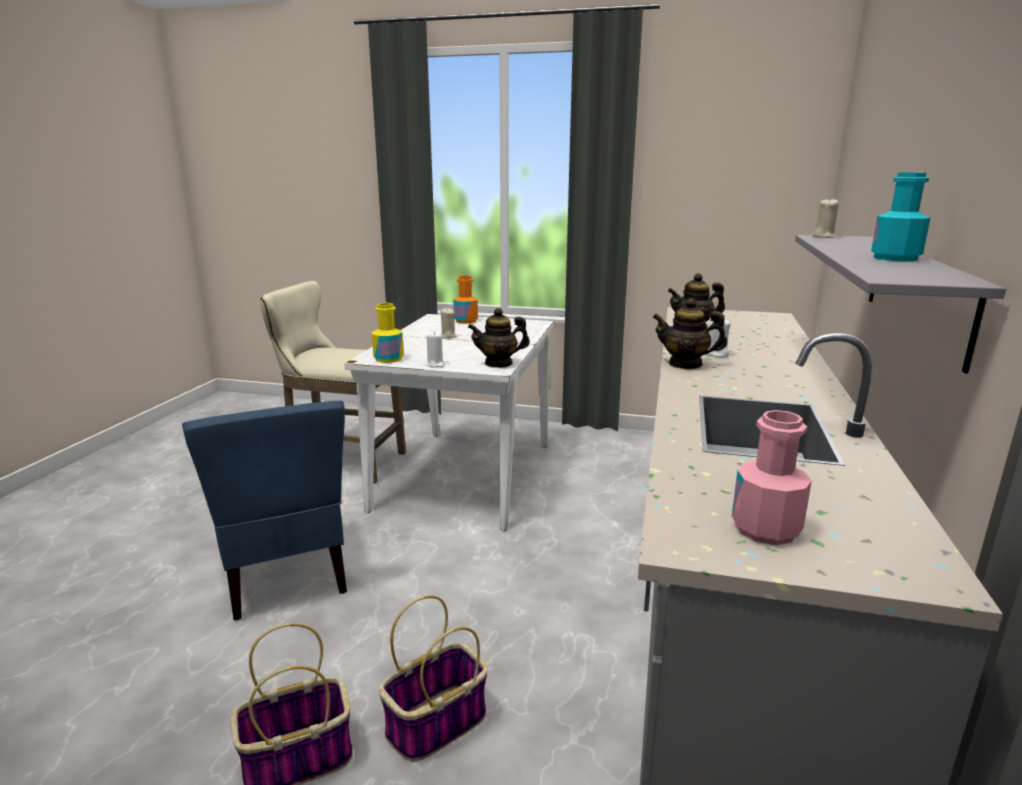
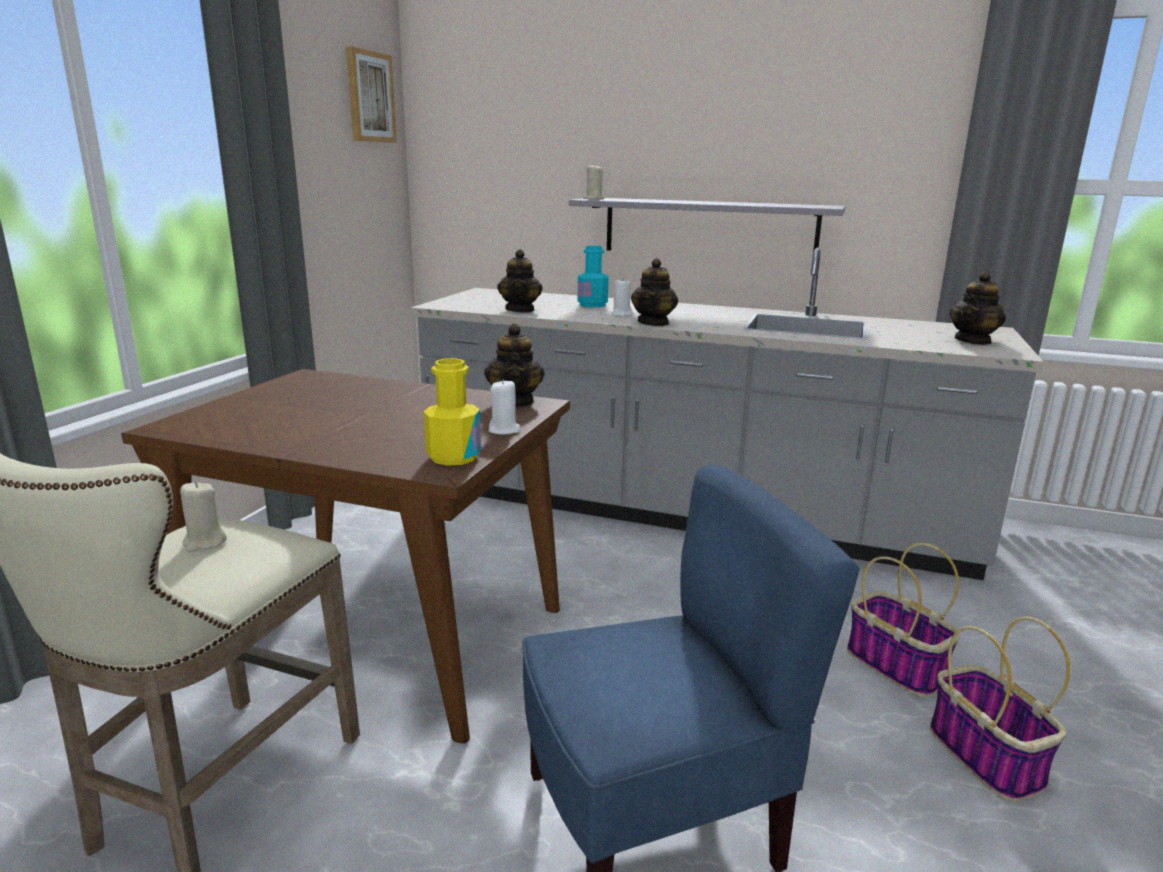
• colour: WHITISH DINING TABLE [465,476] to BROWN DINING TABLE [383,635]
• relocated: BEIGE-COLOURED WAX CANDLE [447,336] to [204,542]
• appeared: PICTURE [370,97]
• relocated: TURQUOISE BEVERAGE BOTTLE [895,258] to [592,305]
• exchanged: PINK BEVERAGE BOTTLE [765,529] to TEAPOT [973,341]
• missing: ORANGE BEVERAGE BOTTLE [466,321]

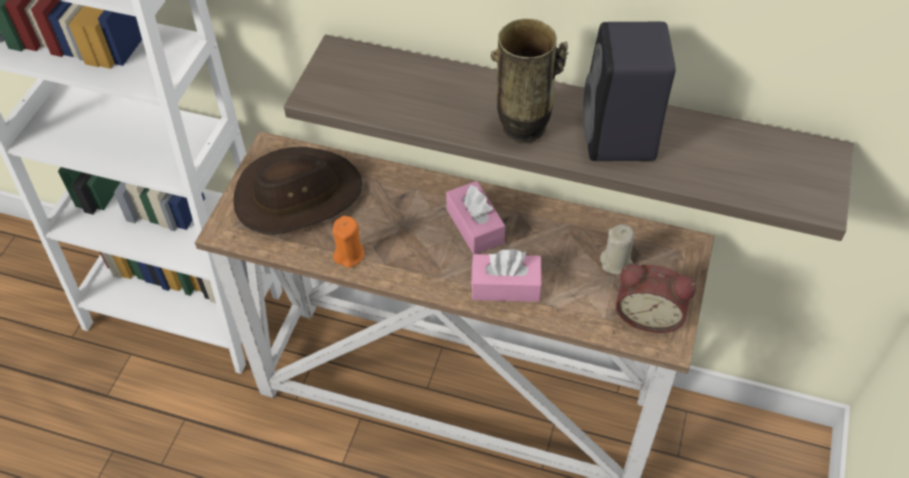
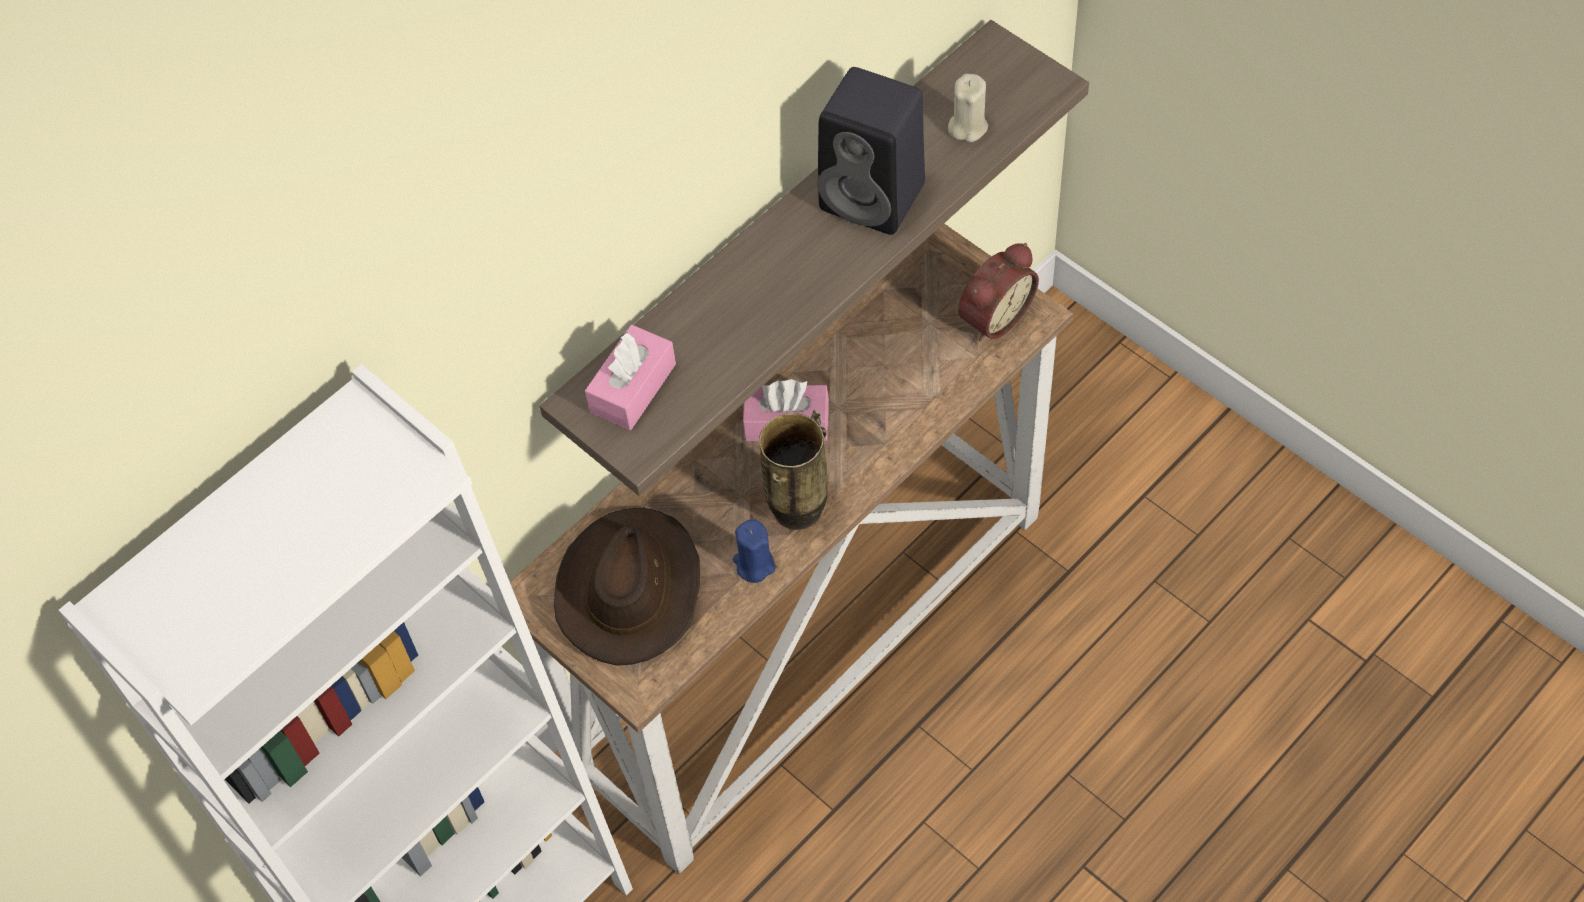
• relocated: PINK TISSUE HOLDER [506,286] to [633,388]
• colour: ORANGE WAX CANDLE [349,254] to BLUISH WAX CANDLE [754,564]
• relocated: DECORATIVE VASE [523,129] to [798,510]
• relocated: BEIGE-COLOURED WAX CANDLE [616,262] to [967,126]

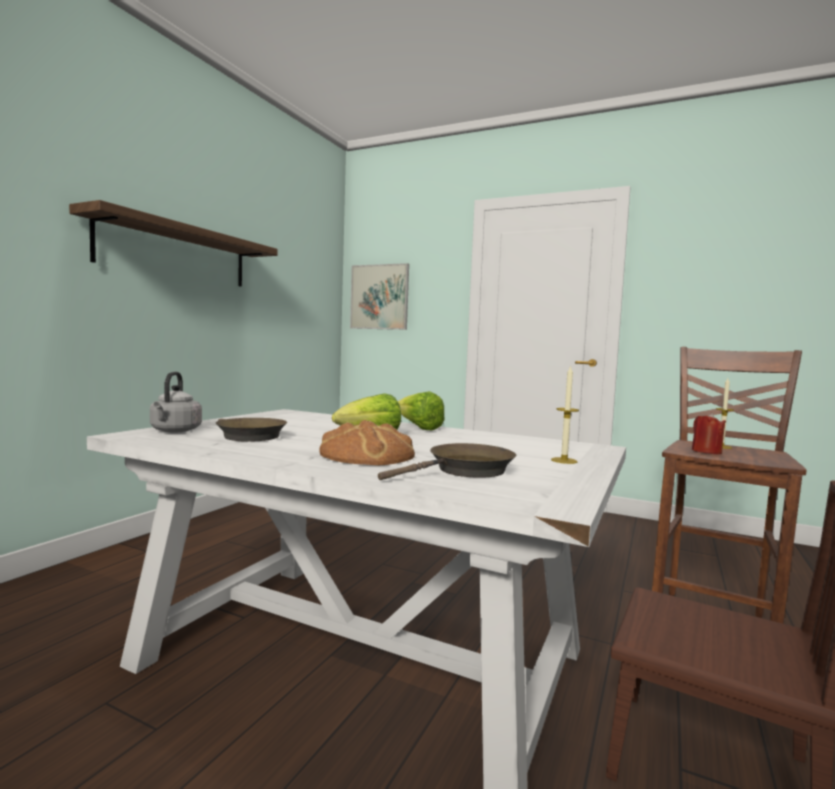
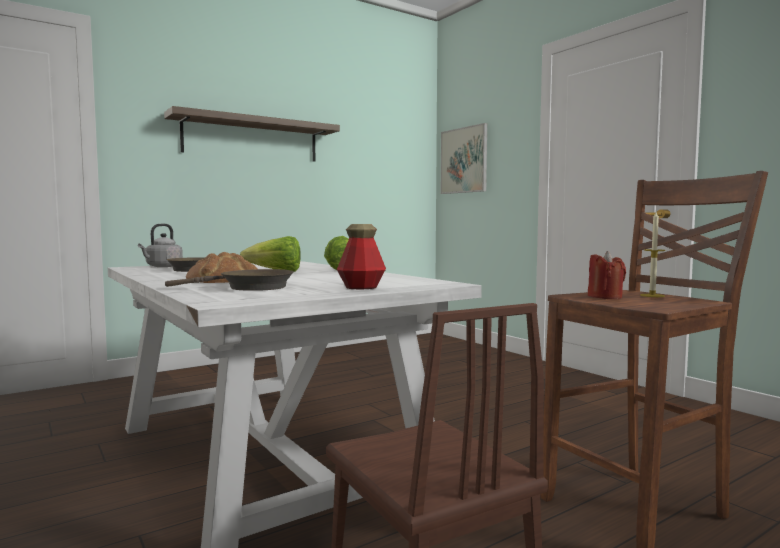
• exchanged: WAX CANDLE [564,460] to BEVERAGE BOTTLE [361,287]

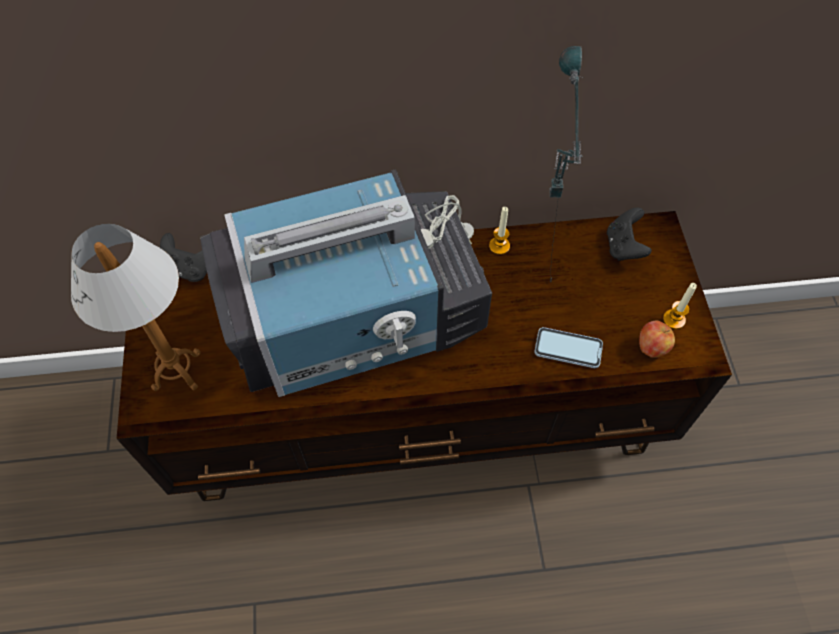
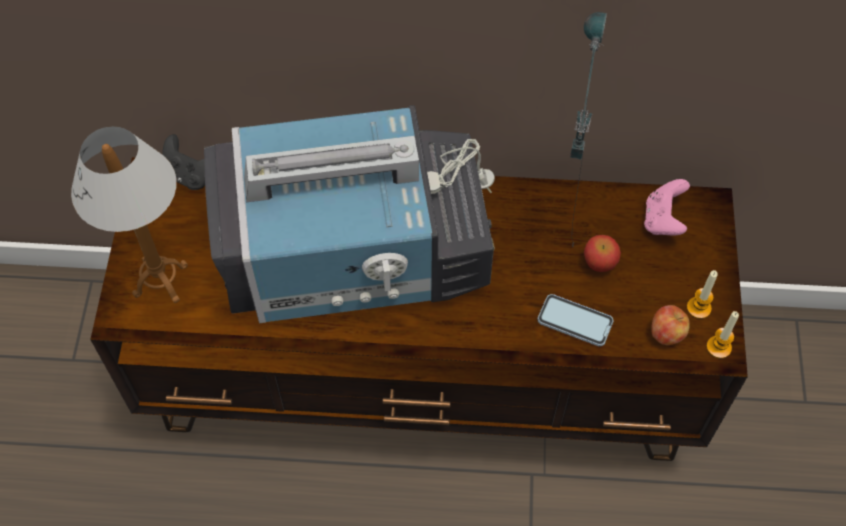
• appeared: APPLE FRUIT [599,263]
• colour: BLACK GAME CONTROLLER [623,247] to PINK GAME CONTROLLER [663,220]
• relocated: WAX CANDLE [499,246] to [718,347]

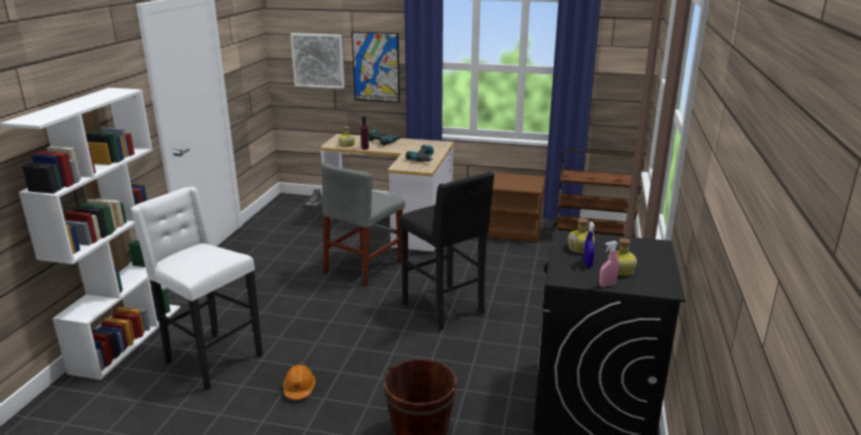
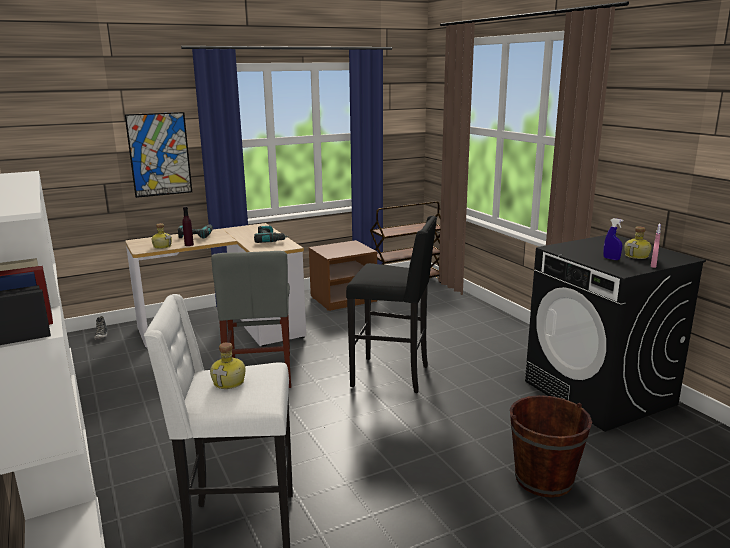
• relocated: BEVERAGE BOTTLE [581,248] to [230,382]
• missing: ORANGE SAFETY HELMET [299,388]
• missing: PICTURE [318,60]

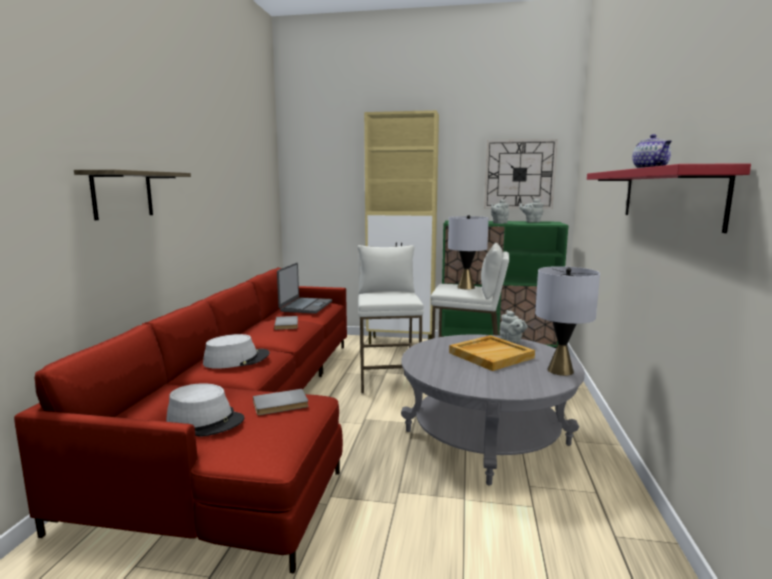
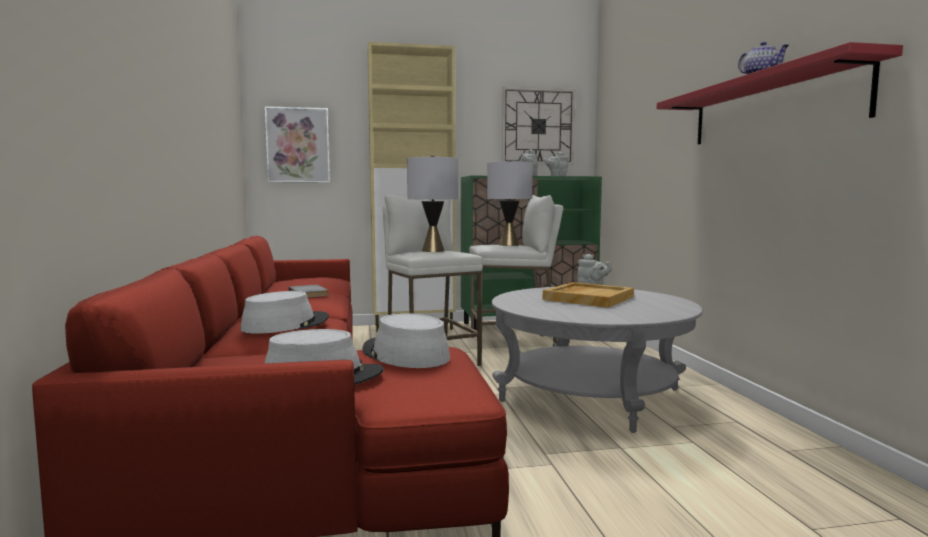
• appeared: PICTURE [298,145]
• exchanged: GREY BOOK [281,405] to GREY CLOTHING HAT [405,354]
• relocated: GREY LAMP FOR A TABLE [560,370] to [433,250]
• missing: SHELF [122,194]
• missing: LAPTOP [305,306]

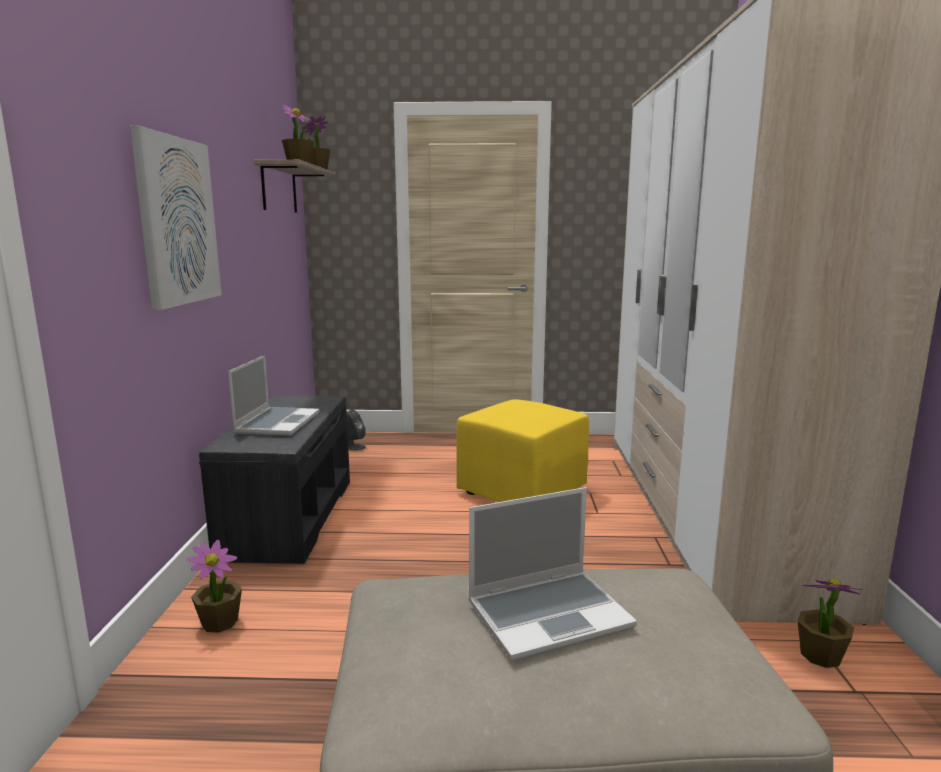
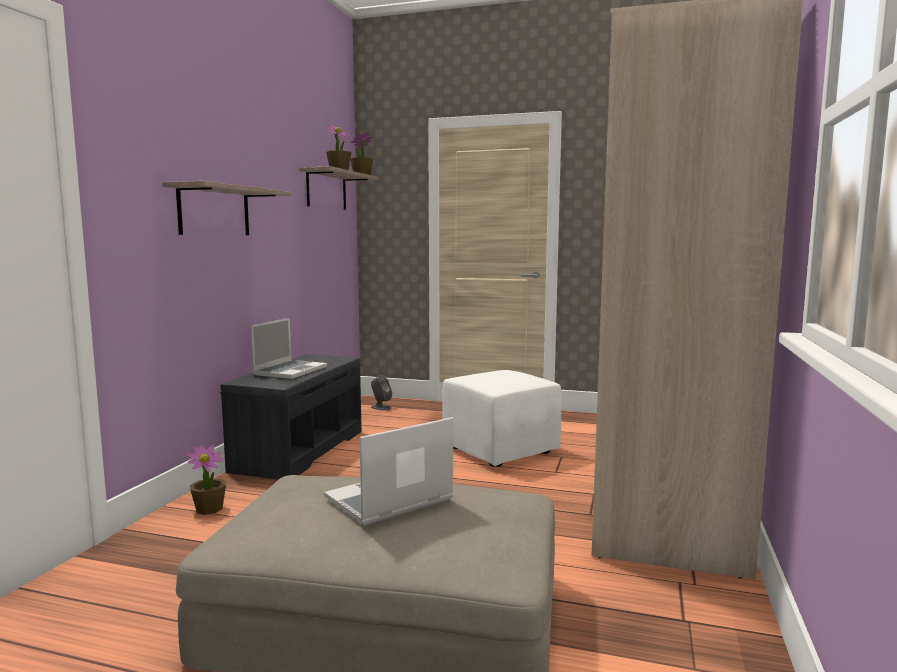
• exchanged: PICTURE [176,221] to SHELF [214,211]
• spun: LAPTOP [550,614] = [389,500] 150 degrees clockwise
• colour: YELLOW POUFFE [522,491] to WHITISH POUFFE [500,450]
• missing: PLANT IN A POT [820,656]

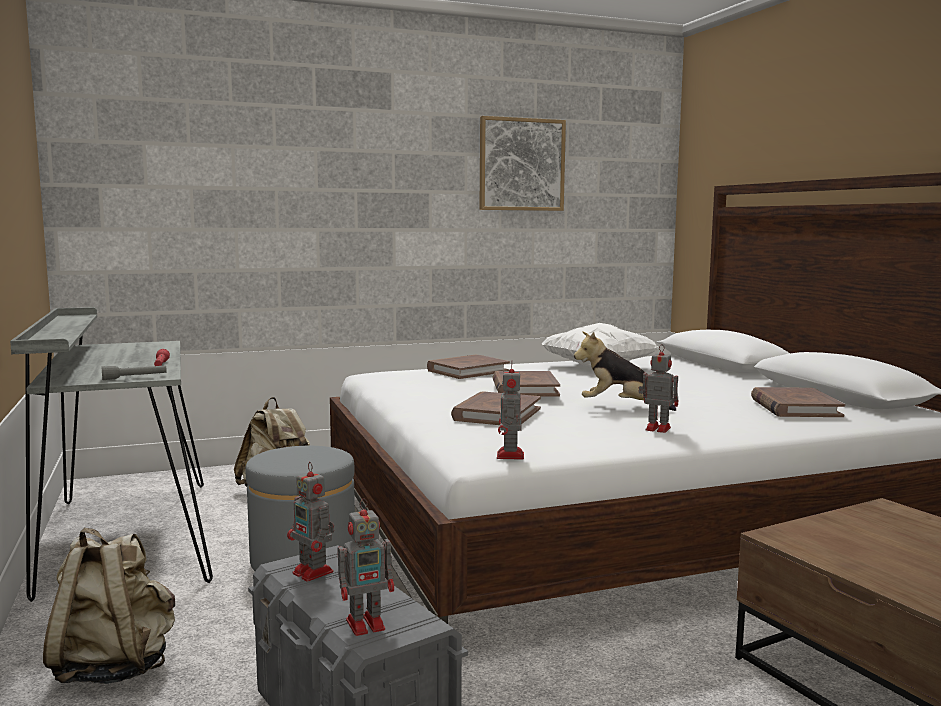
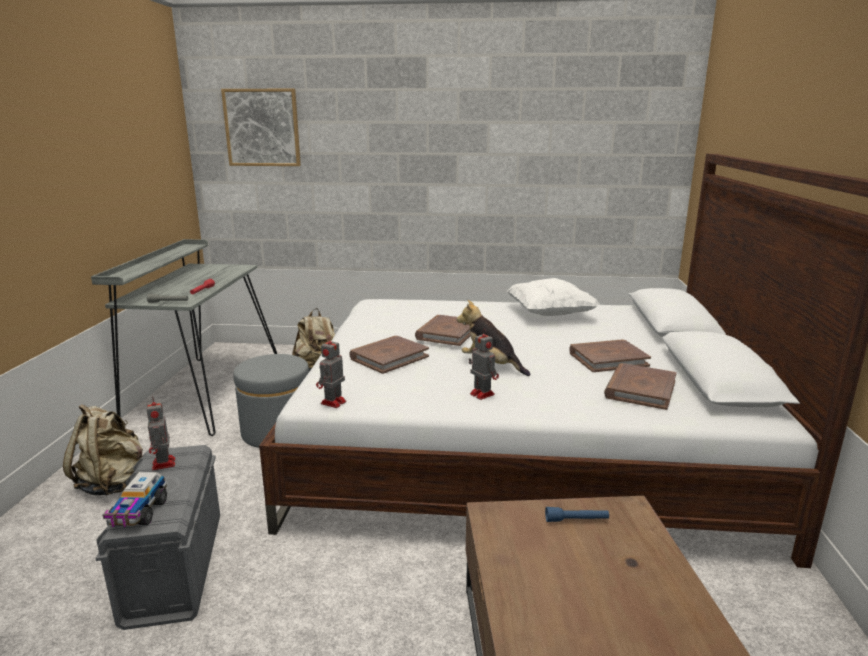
• exchanged: ROBOT FIGURE [367,624] to TOY TRUCK [138,513]
• relocated: PICTURE [521,164] to [262,128]
• appeared: BLUISH FLASHLIGHT [576,520]
• relocated: BROWN BOOK [468,371] to [608,359]

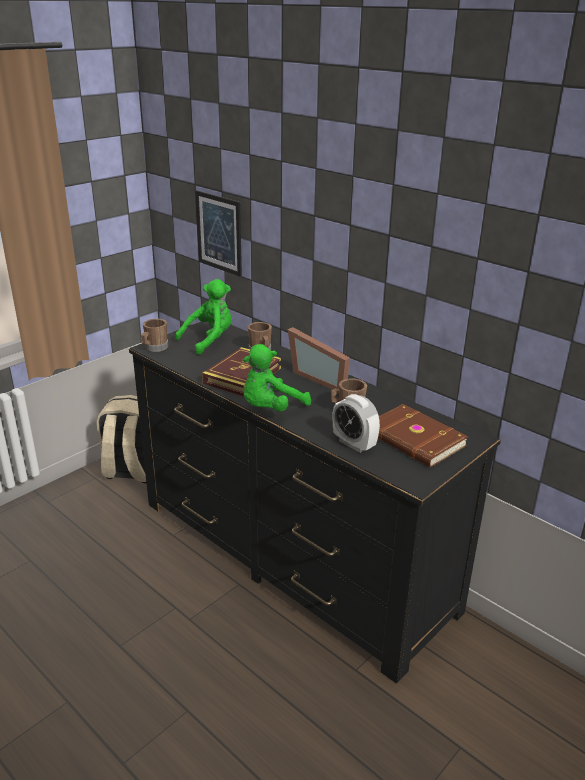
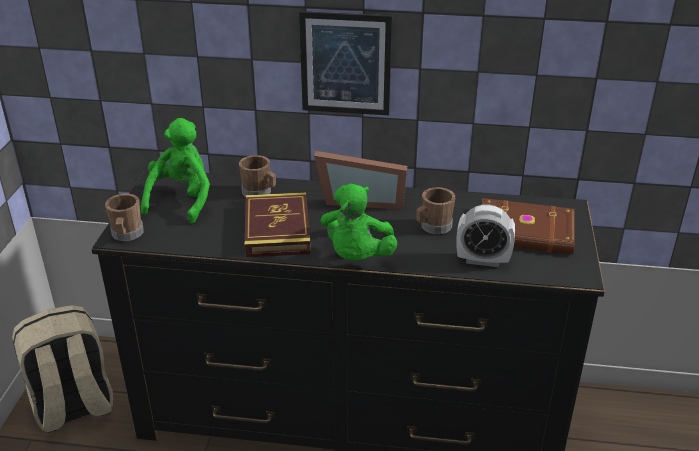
• relocated: PICTURE [219,233] to [345,64]

